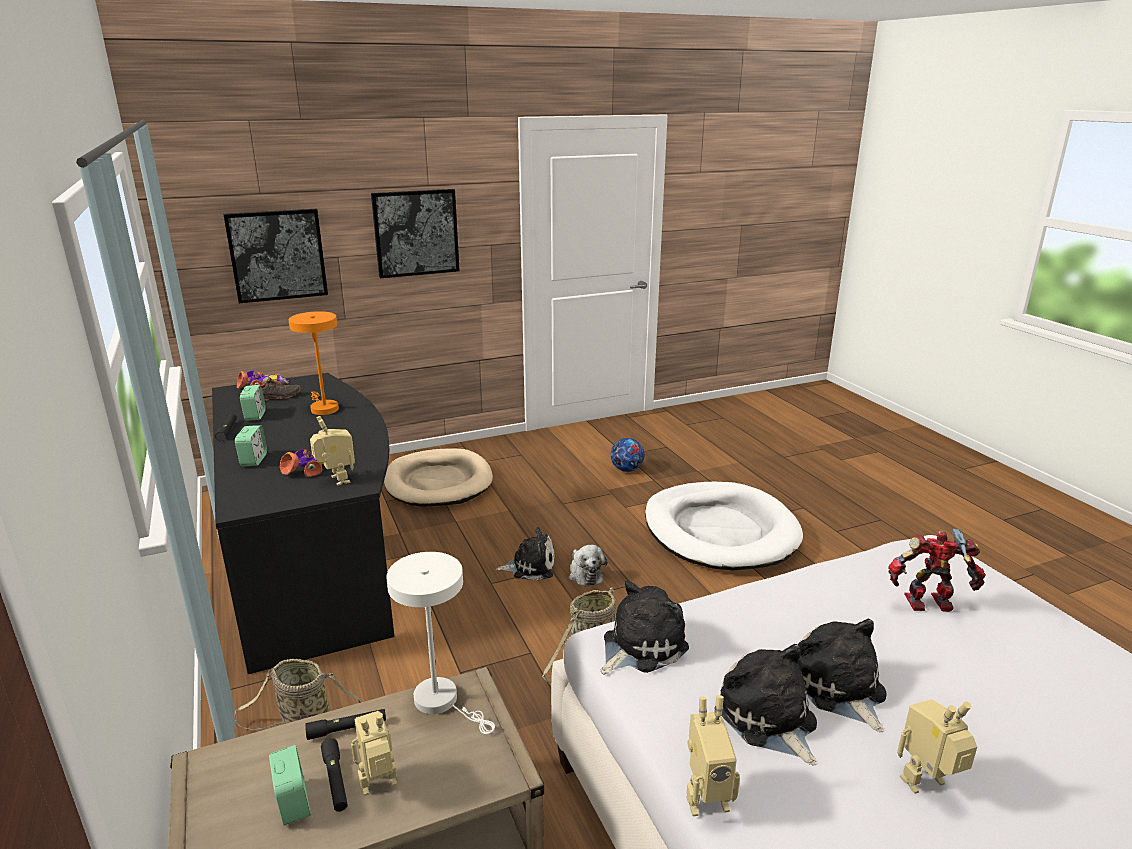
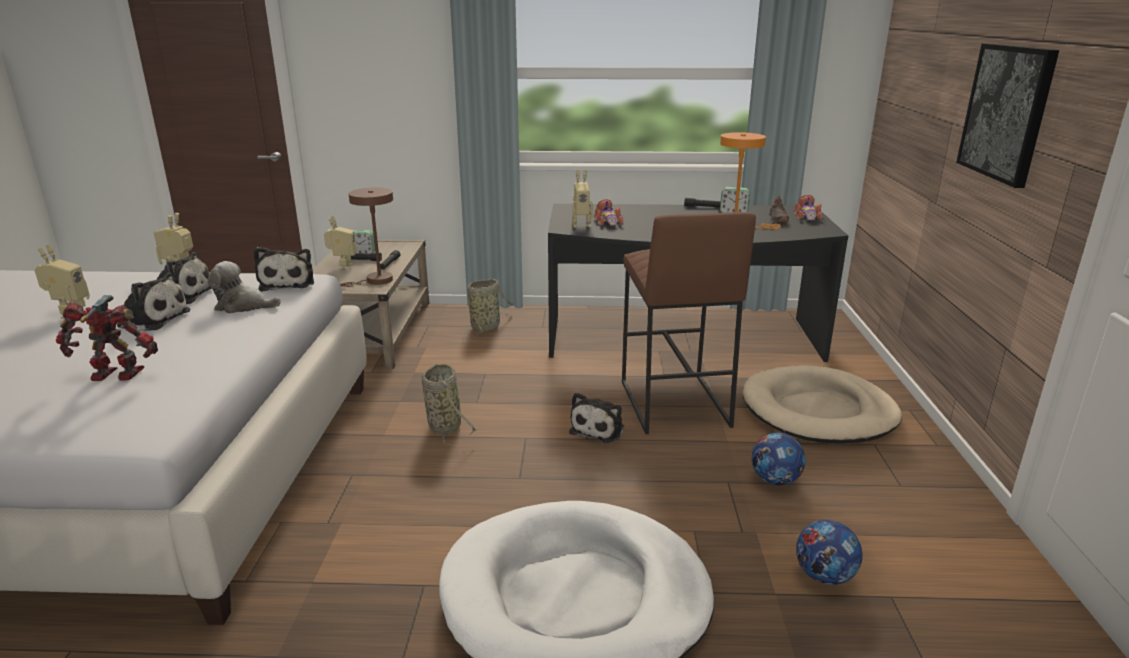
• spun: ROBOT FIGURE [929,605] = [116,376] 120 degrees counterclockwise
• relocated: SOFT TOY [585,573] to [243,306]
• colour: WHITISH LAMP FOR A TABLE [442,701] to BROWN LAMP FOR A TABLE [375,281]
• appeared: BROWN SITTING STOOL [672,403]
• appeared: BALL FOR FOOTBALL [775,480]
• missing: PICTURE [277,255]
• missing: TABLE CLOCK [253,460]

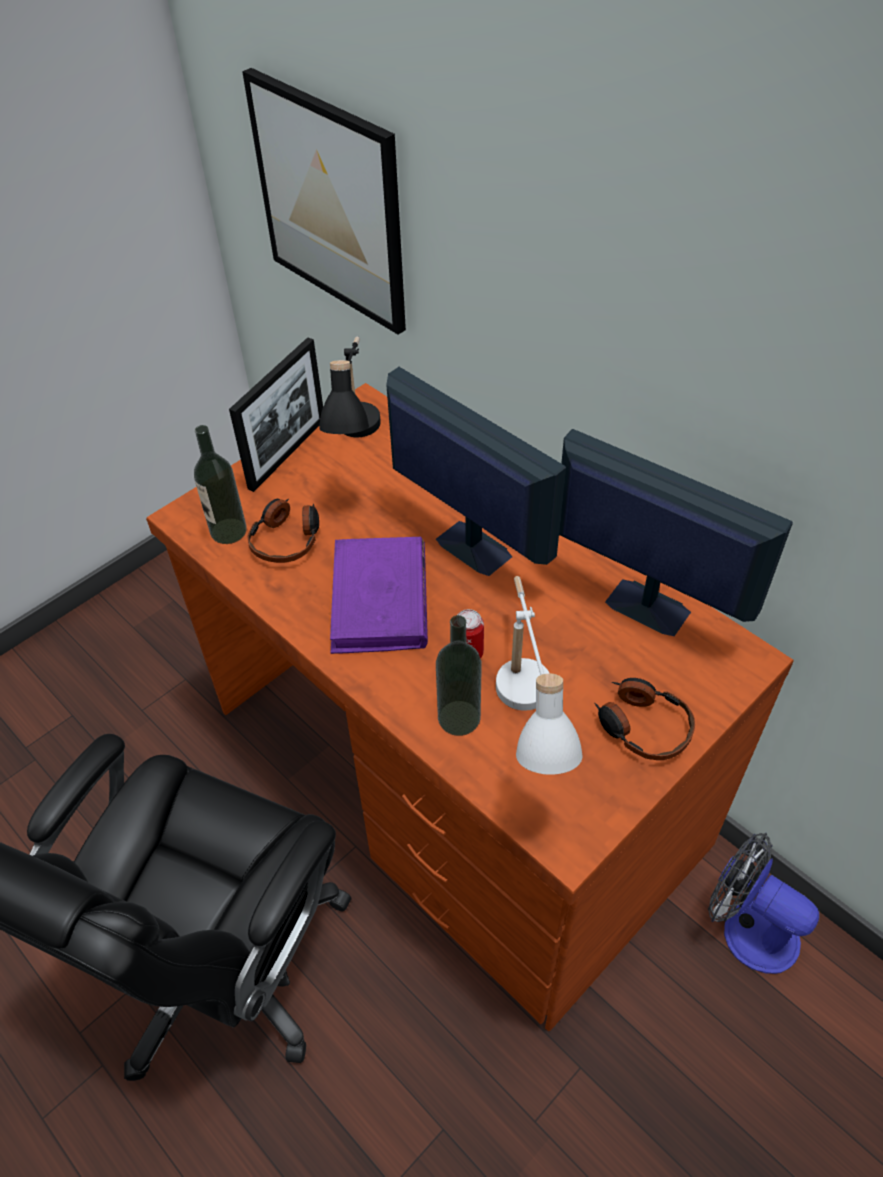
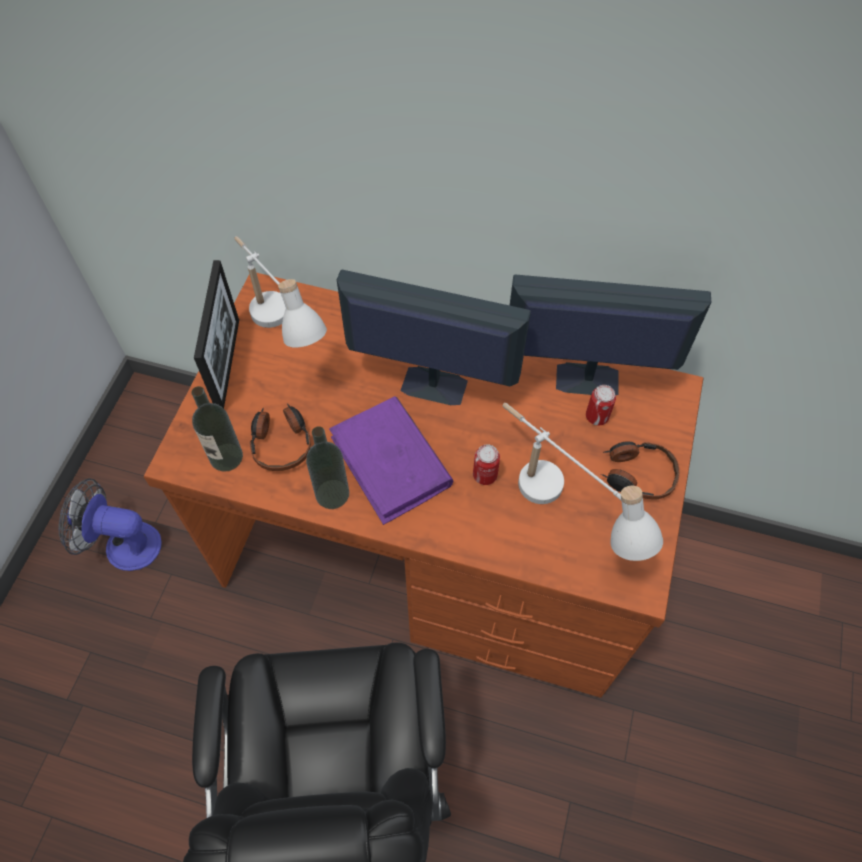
• relocated: ELECTRIC FAN [747,928] to [123,544]
• colour: BLACK LAMP FOR A TABLE [357,445] to WHITISH LAMP FOR A TABLE [283,333]
• relocated: BEVERAGE BOTTLE [459,718] to [332,494]
• appeared: SEALED CAN [597,416]
• missing: PICTURE [330,202]

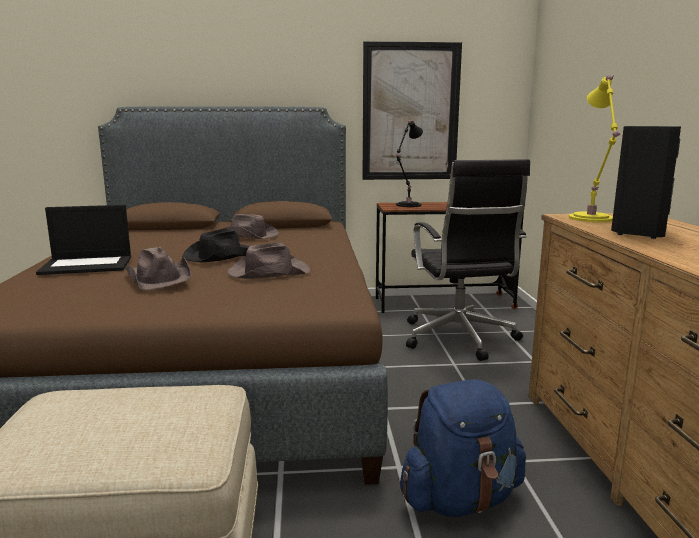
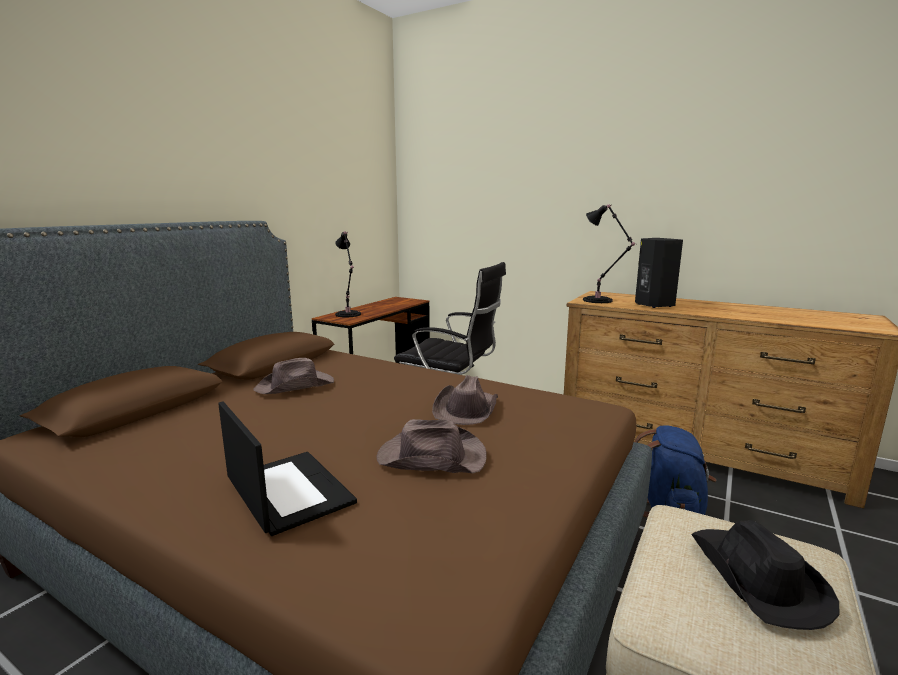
• spun: LAPTOP [88,265] = [287,491] 60 degrees counterclockwise
• colour: YELLOW LAMP FOR A TABLE [591,219] to BLACK LAMP FOR A TABLE [599,301]
• relocated: BLACK CLOTHING HAT [219,256] to [756,578]
• missing: PICTURE [410,112]

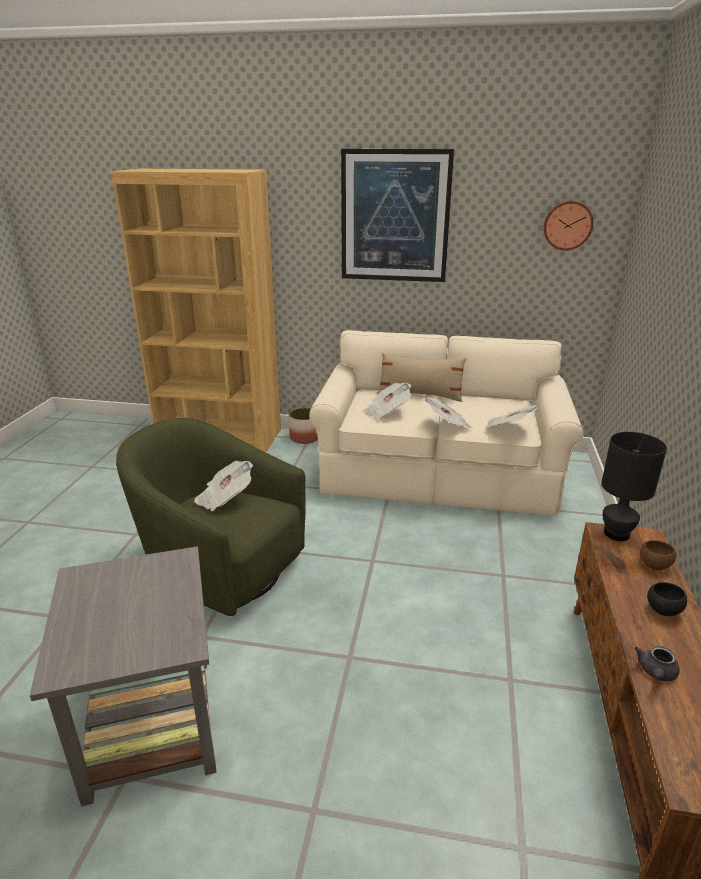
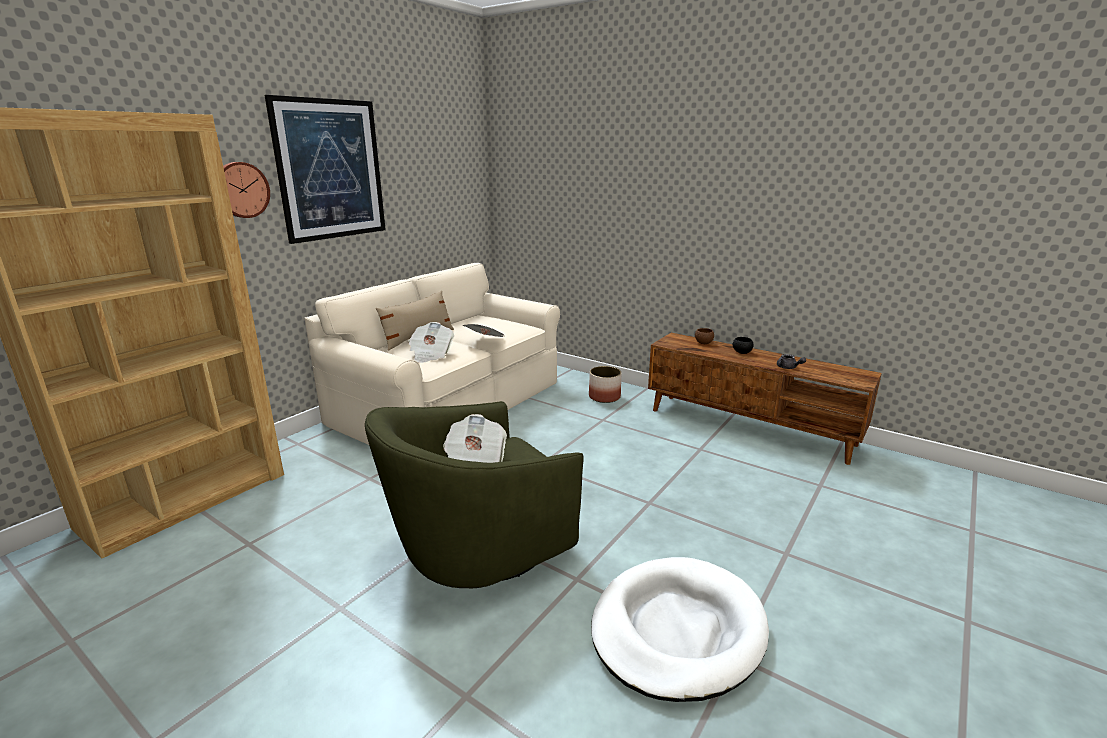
• relocated: WALL CLOCK [567,225] to [240,190]
• relocated: PLANTER [305,437] to [604,397]
• exchanged: GREY END TABLE [151,723] to WHITISH DOG BED [677,630]
• missing: PRINTED PAPER [508,428]
• missing: BLACK LAMP FOR A TABLE [617,533]

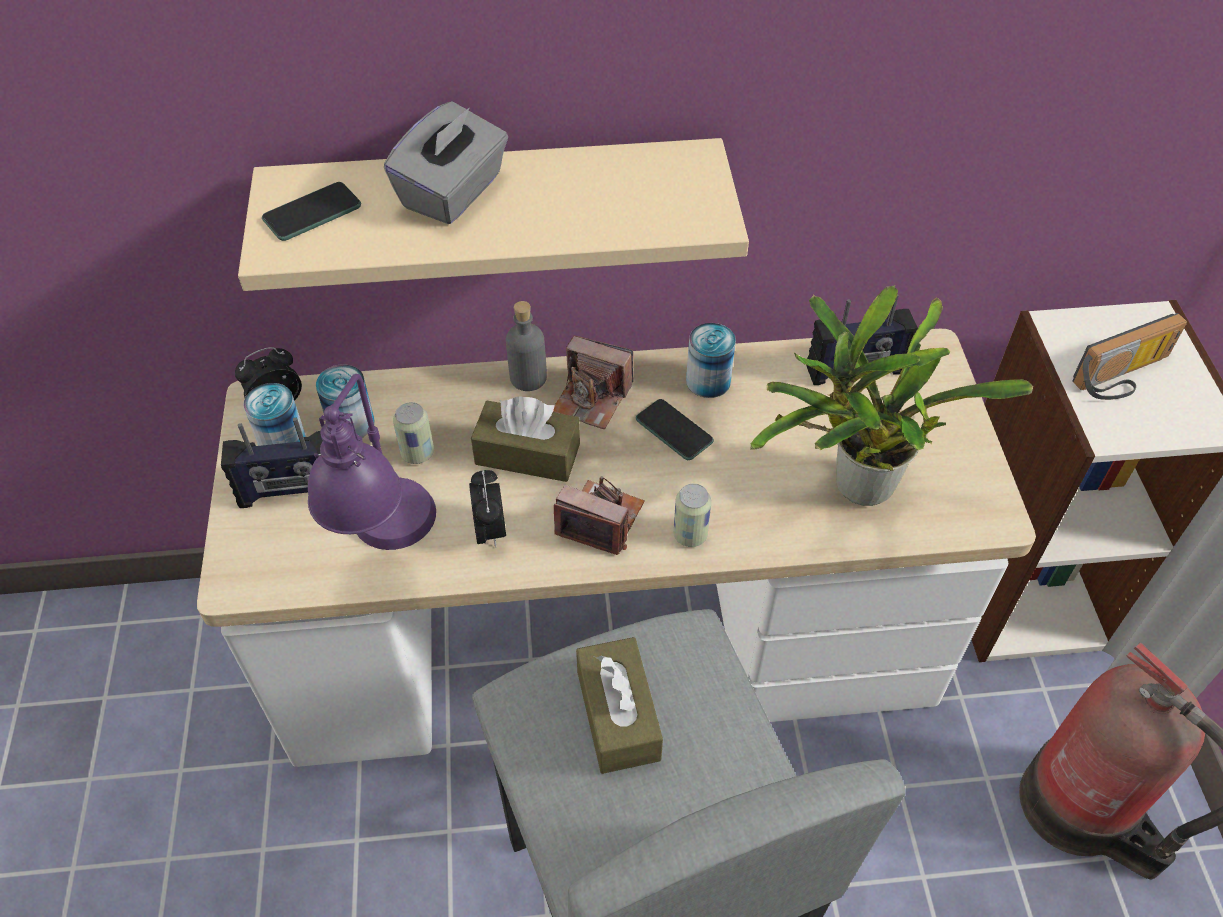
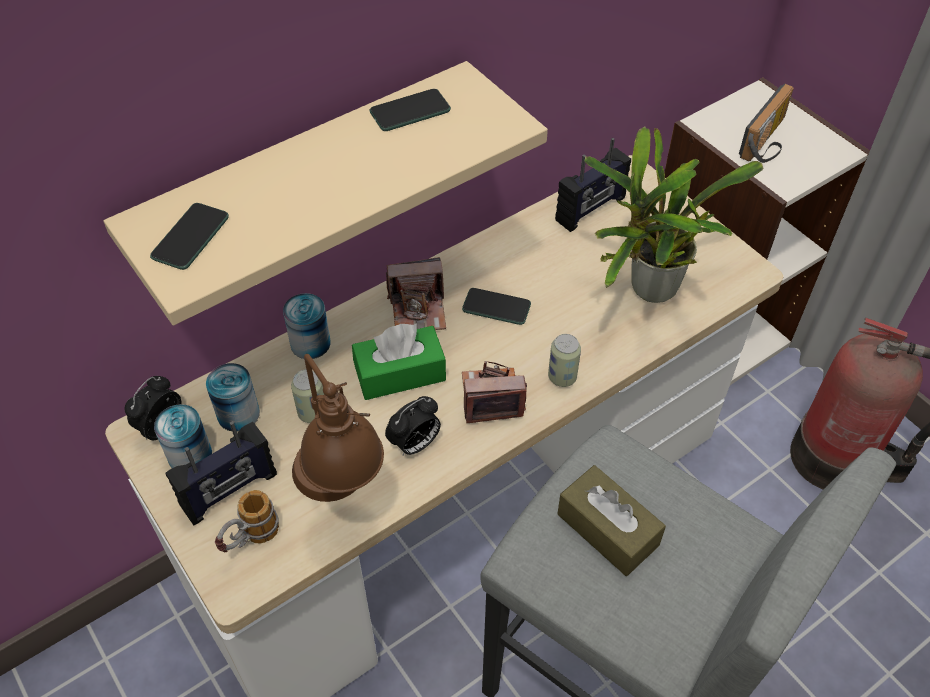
• appeared: COFFEE MUG [250,540]
• relocated: SEALED CAN [708,381] to [310,343]
• colour: PURPLE LAMP FOR A TABLE [388,546] to BROWN LAMP FOR A TABLE [343,494]
• colour: BROWN TISSUE HOLDER [527,454] to GREEN TISSUE HOLDER [400,373]
• appeared: PHONE [410,111]
• spun: TABLE CLOCK [490,531] = [415,444] 90 degrees clockwise
• missing: GREY TISSUE HOLDER [453,192]
• missing: GREY BEVERAGE BOTTLE [528,377]

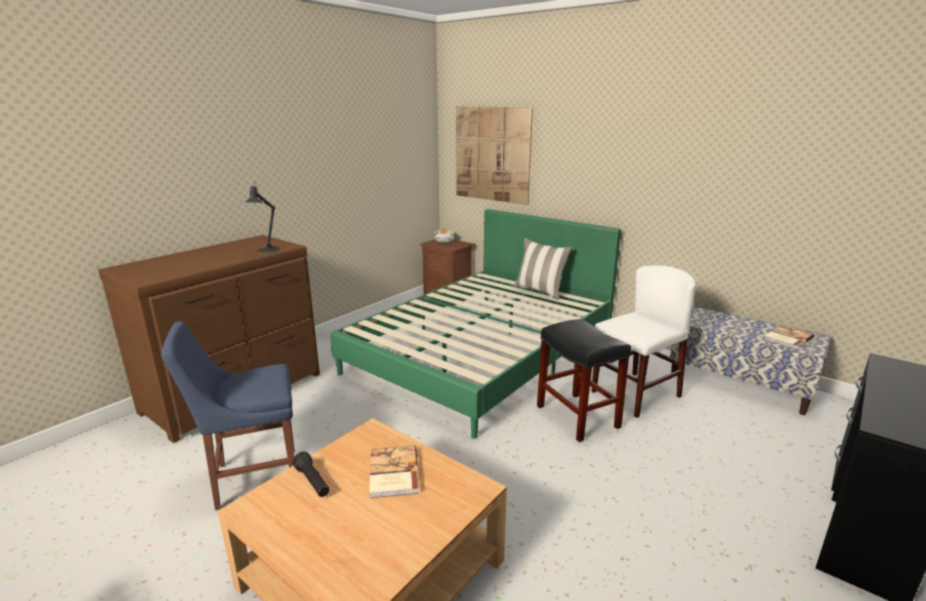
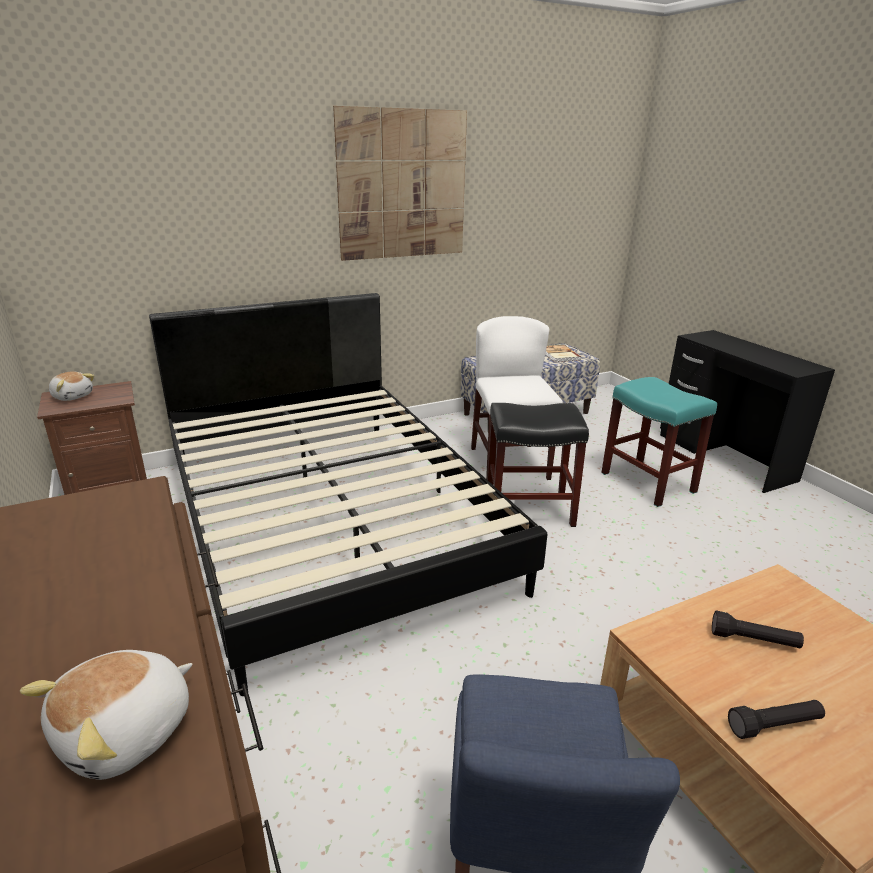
• appeared: SOFT TOY [127,733]
• colour: GREEN BEDROOM BED [483,353] to BLACK BEDROOM BED [331,520]
• relocated: PICTURE [492,154] to [402,185]
• appeared: TURQUOISE SITTING STOOL [649,482]
• exchanged: BOOK [392,473] to BLACK FLASHLIGHT [754,640]
• missing: BLACK LAMP FOR A TABLE [267,250]
• missing: PILLOW [540,291]

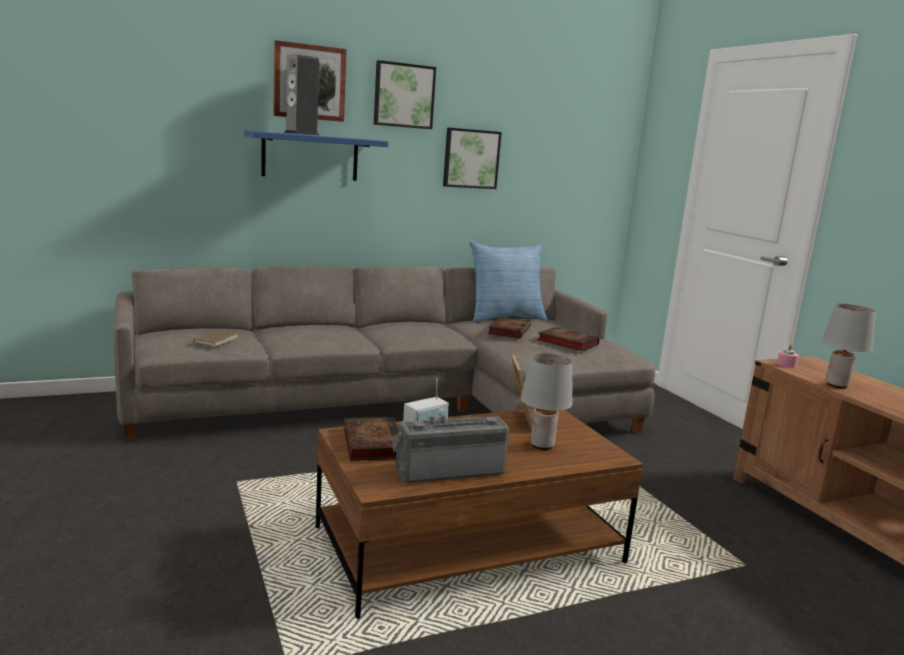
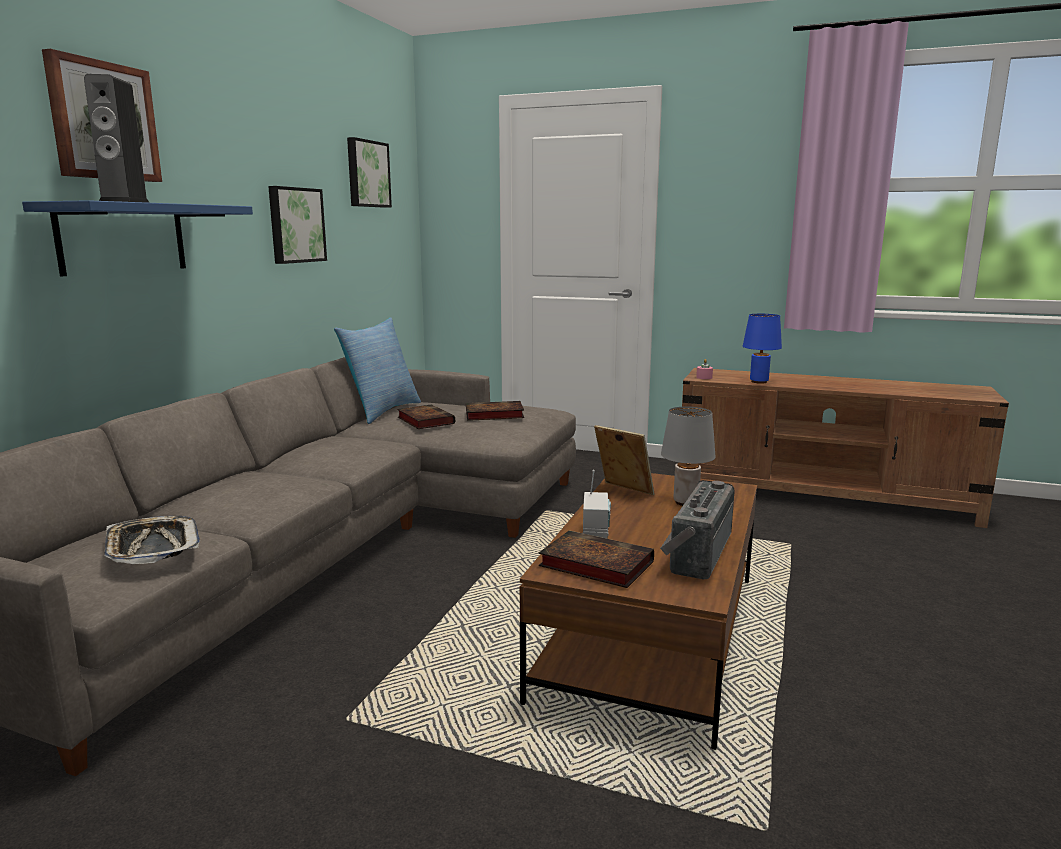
• exchanged: BROWN BOOK [214,340] to SERVING TRAY [152,547]
• relocated: PICTURE [403,95] to [367,174]
• colour: GREY LAMP FOR A TABLE [836,385] to BLUISH LAMP FOR A TABLE [758,382]

